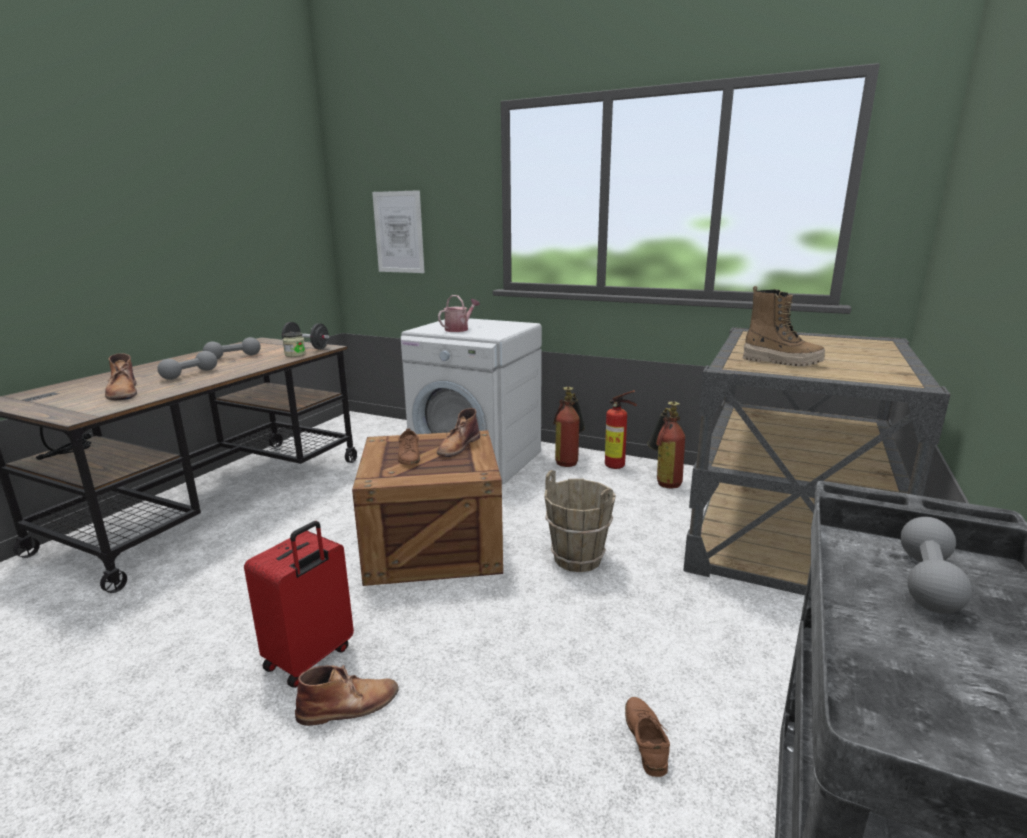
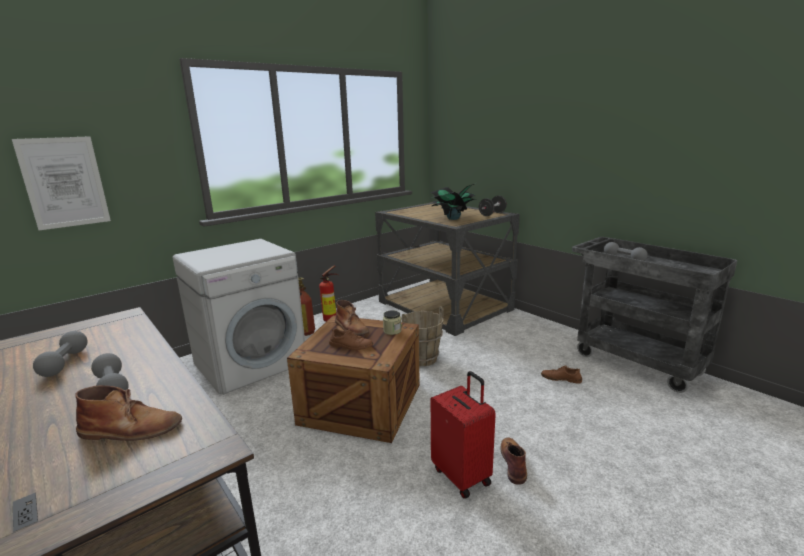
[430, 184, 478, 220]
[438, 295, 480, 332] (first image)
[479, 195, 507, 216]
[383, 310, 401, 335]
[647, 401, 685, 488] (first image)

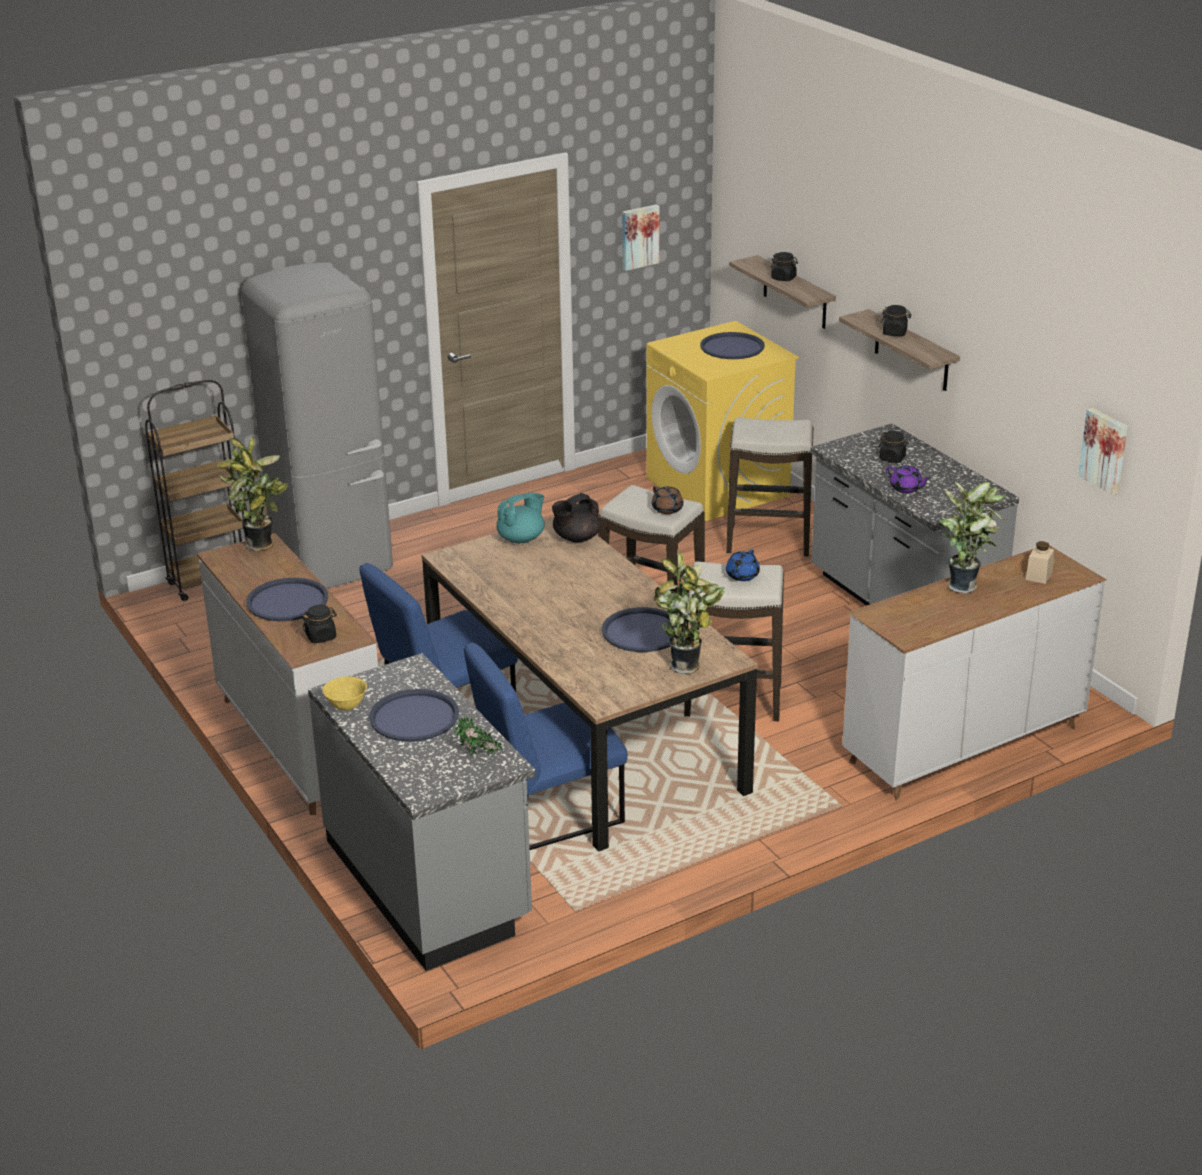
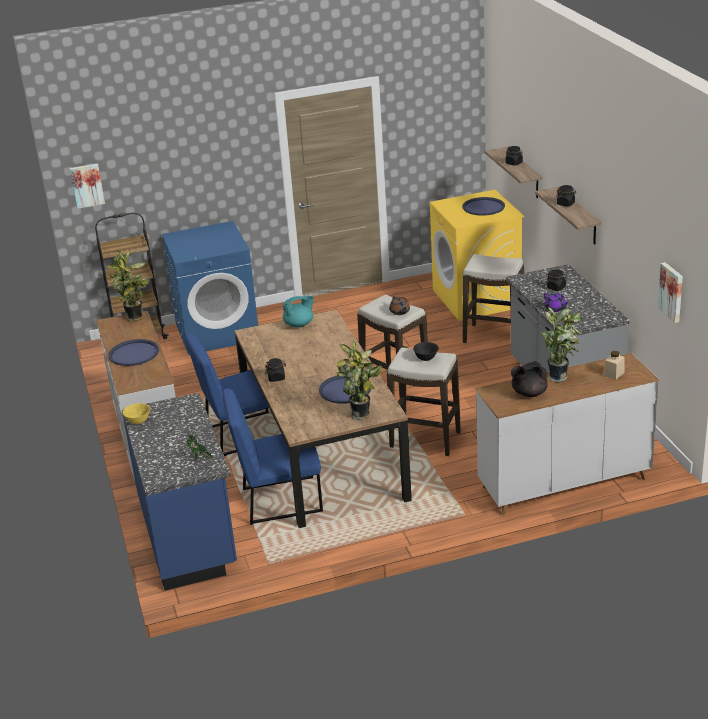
[70, 163, 105, 209]
[162, 221, 258, 355]
[511, 361, 548, 397]
[413, 342, 439, 361]
[265, 358, 286, 382]
[122, 393, 237, 591]
[369, 689, 459, 742] (first image)

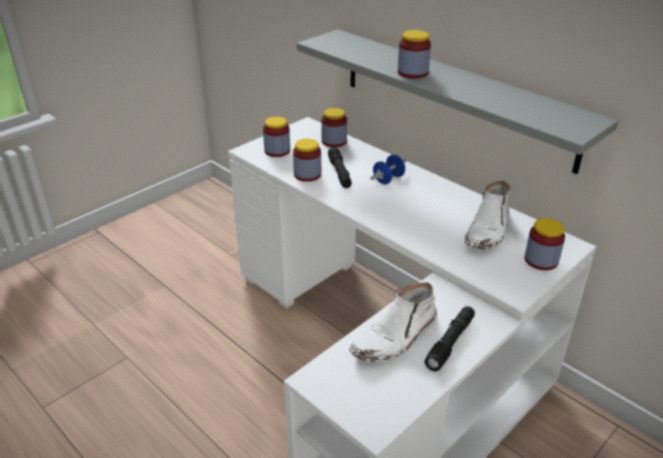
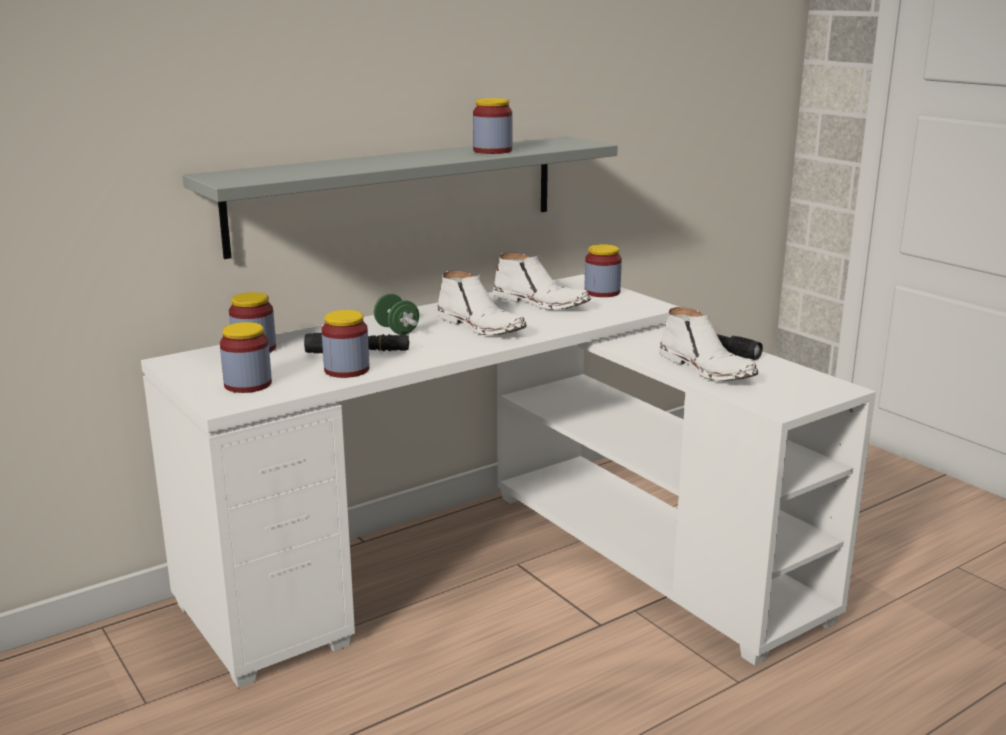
[473, 98, 512, 154]
[374, 294, 419, 335]
[437, 271, 527, 335]

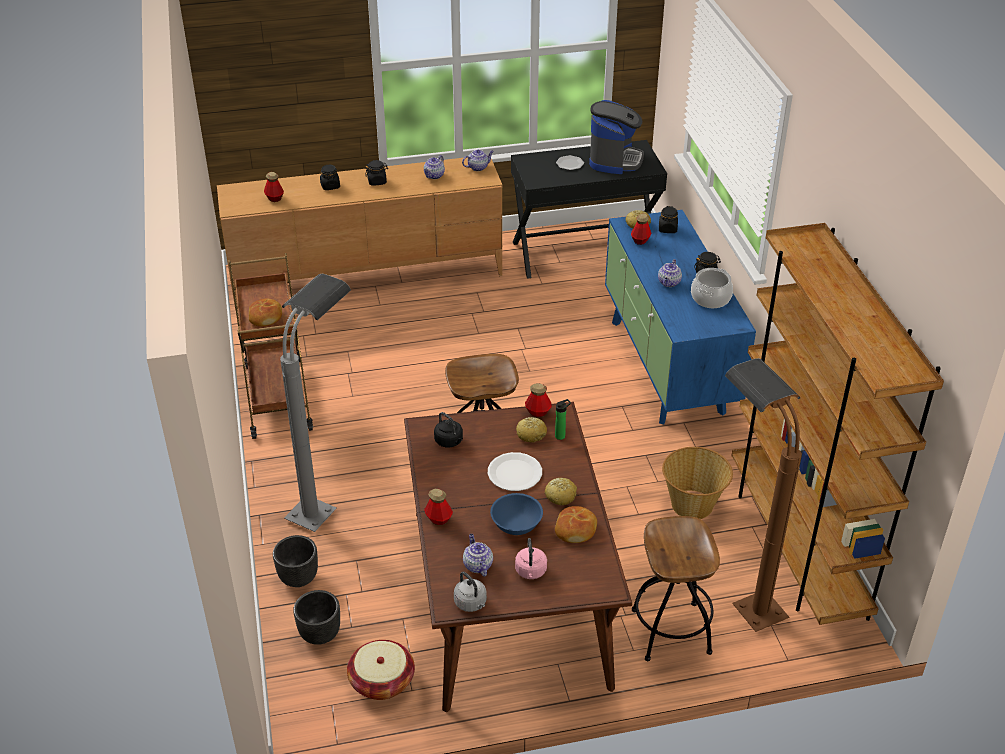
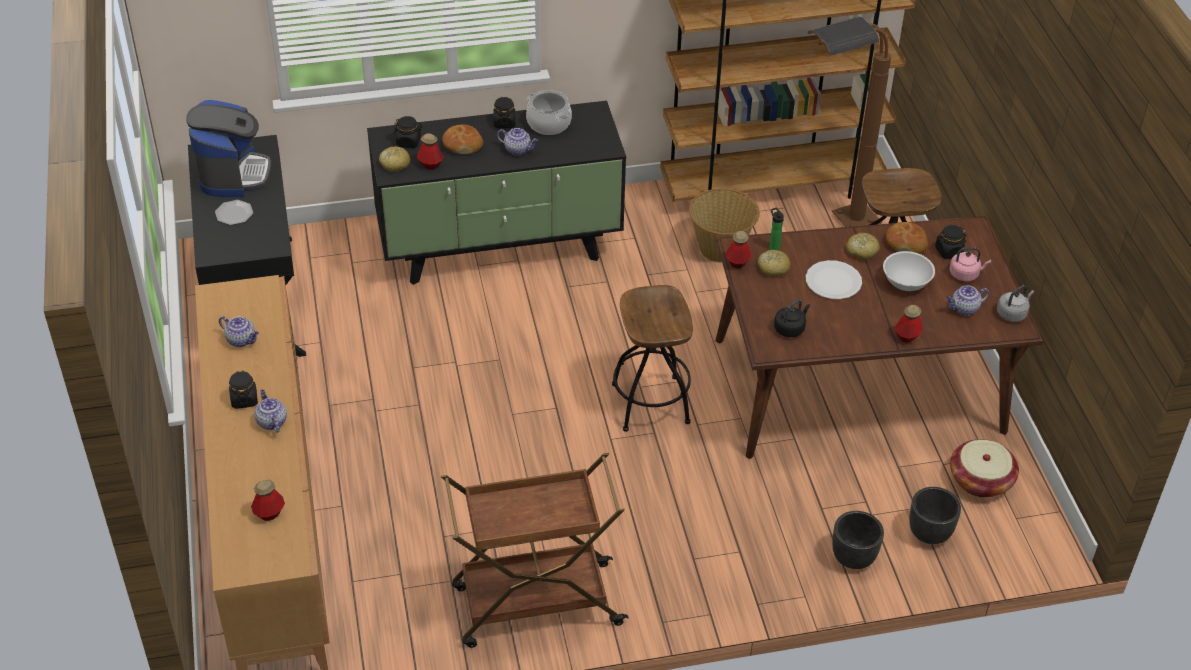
[186, 100, 271, 197]
[255, 390, 287, 433]
[935, 225, 966, 259]
[367, 101, 626, 285]
[280, 274, 351, 532] (first image)
[442, 124, 483, 154]
[883, 251, 935, 291]

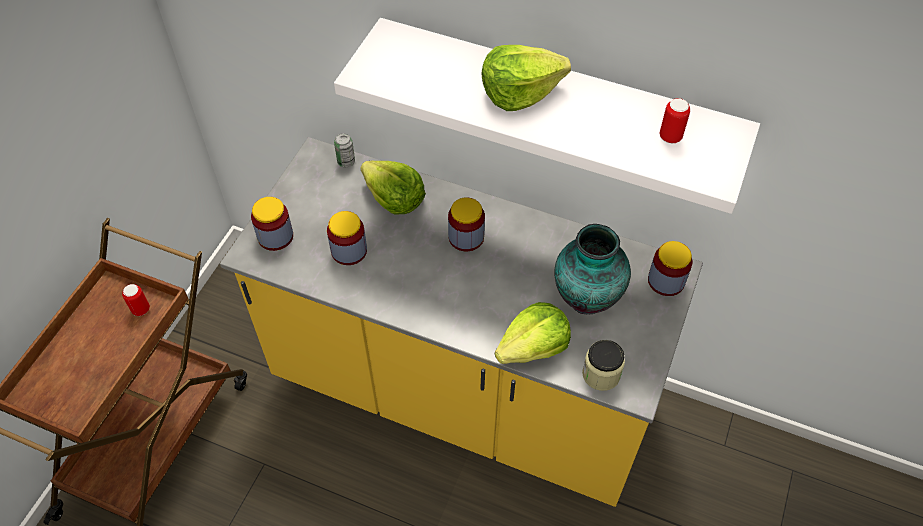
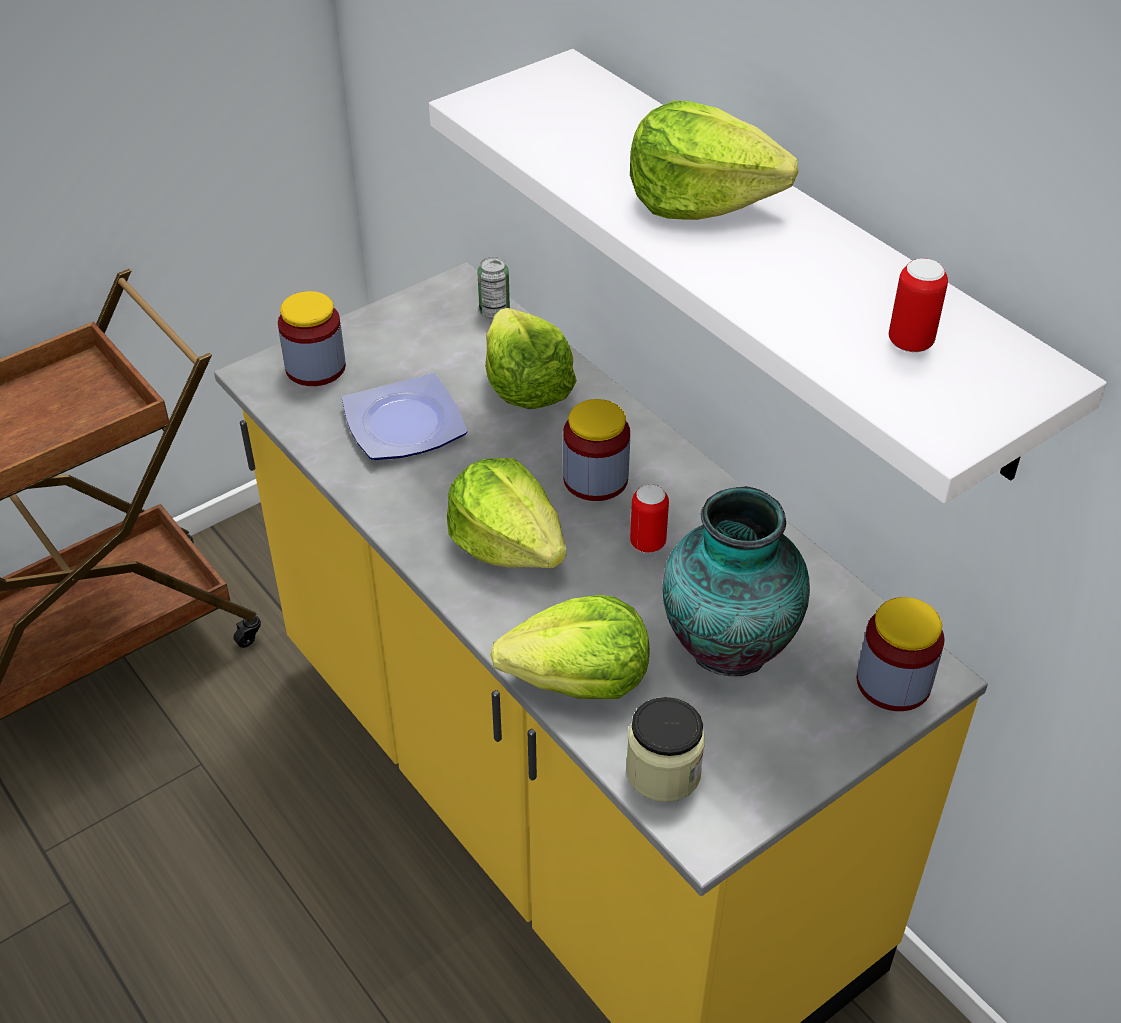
[342, 373, 467, 460]
[630, 484, 669, 553]
[447, 458, 566, 568]

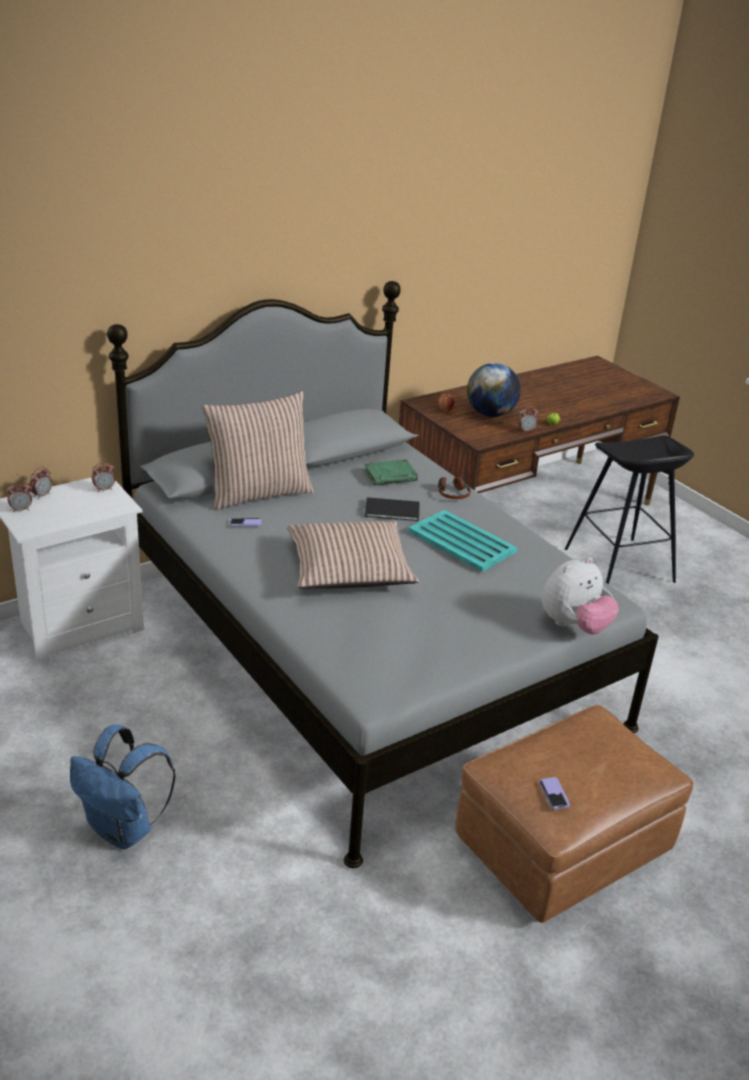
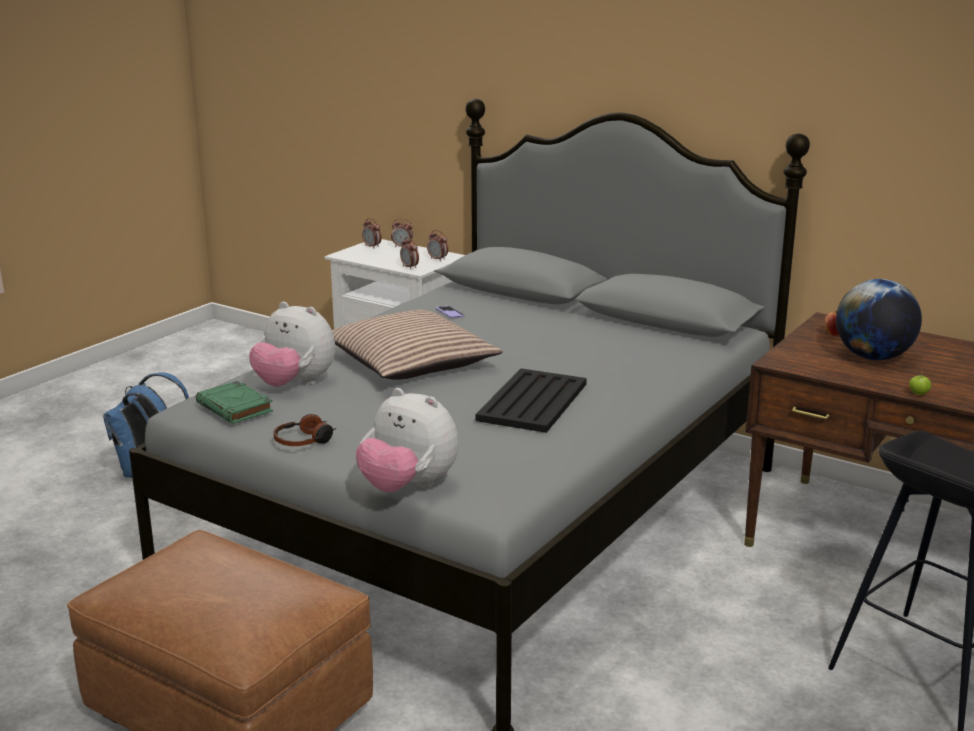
[202, 391, 314, 510] (first image)
[400, 237, 419, 270]
[196, 381, 273, 424]
[273, 414, 336, 446]
[365, 497, 420, 521] (first image)
[475, 368, 587, 433]
[539, 777, 570, 810] (first image)
[249, 301, 335, 387]

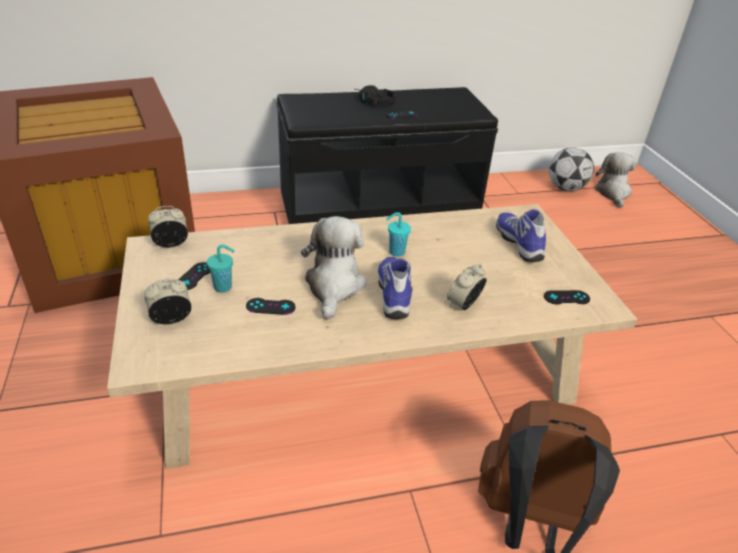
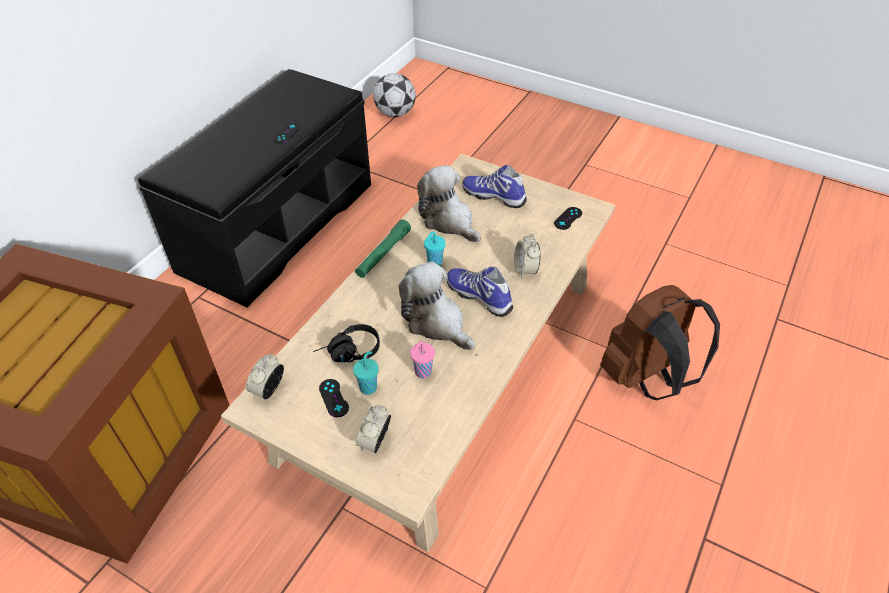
[313, 324, 380, 362]
[417, 165, 481, 242]
[410, 341, 435, 378]
[355, 219, 411, 278]

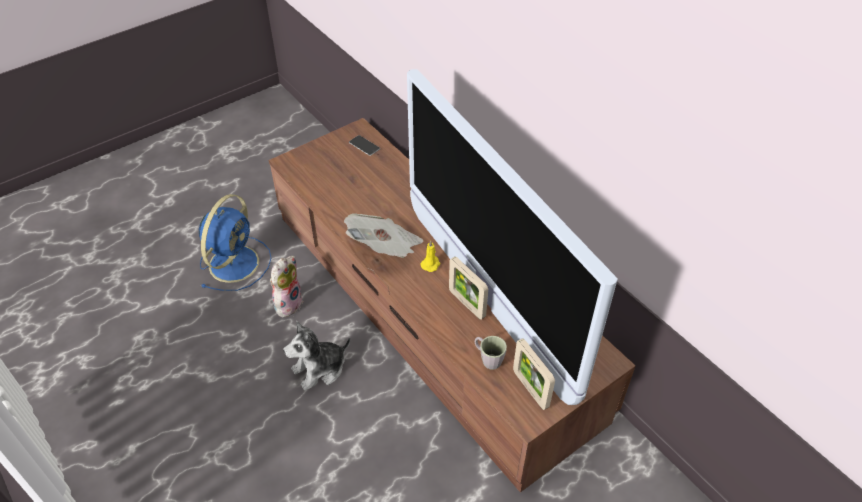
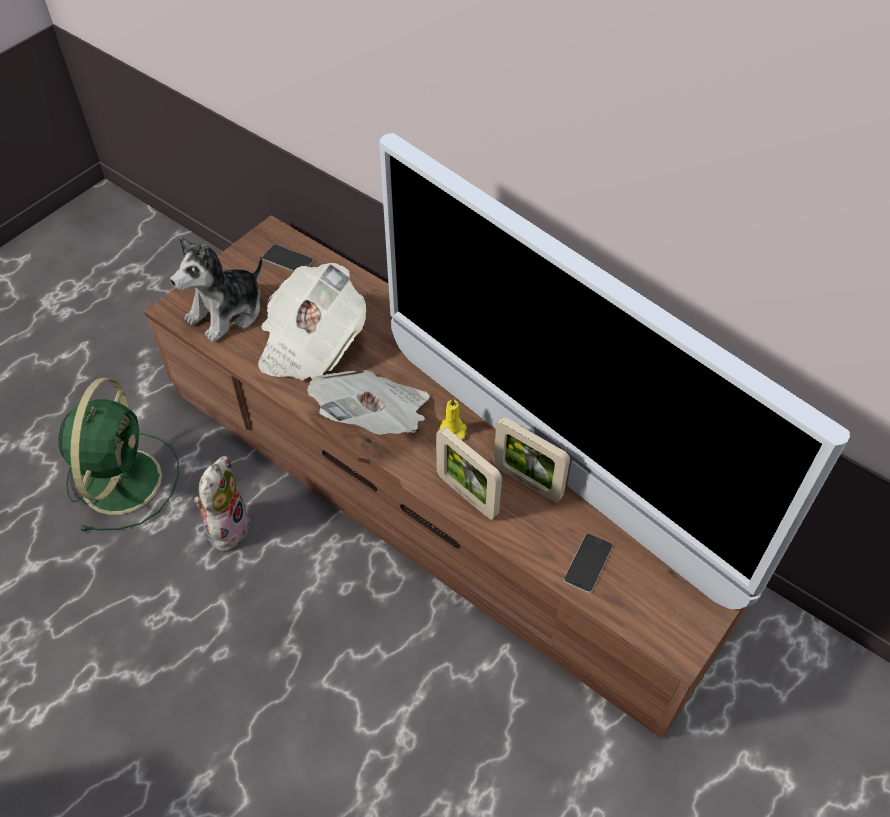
[58, 378, 179, 531]
[170, 237, 263, 342]
[564, 533, 613, 593]
[436, 427, 502, 520]
[258, 263, 366, 380]

